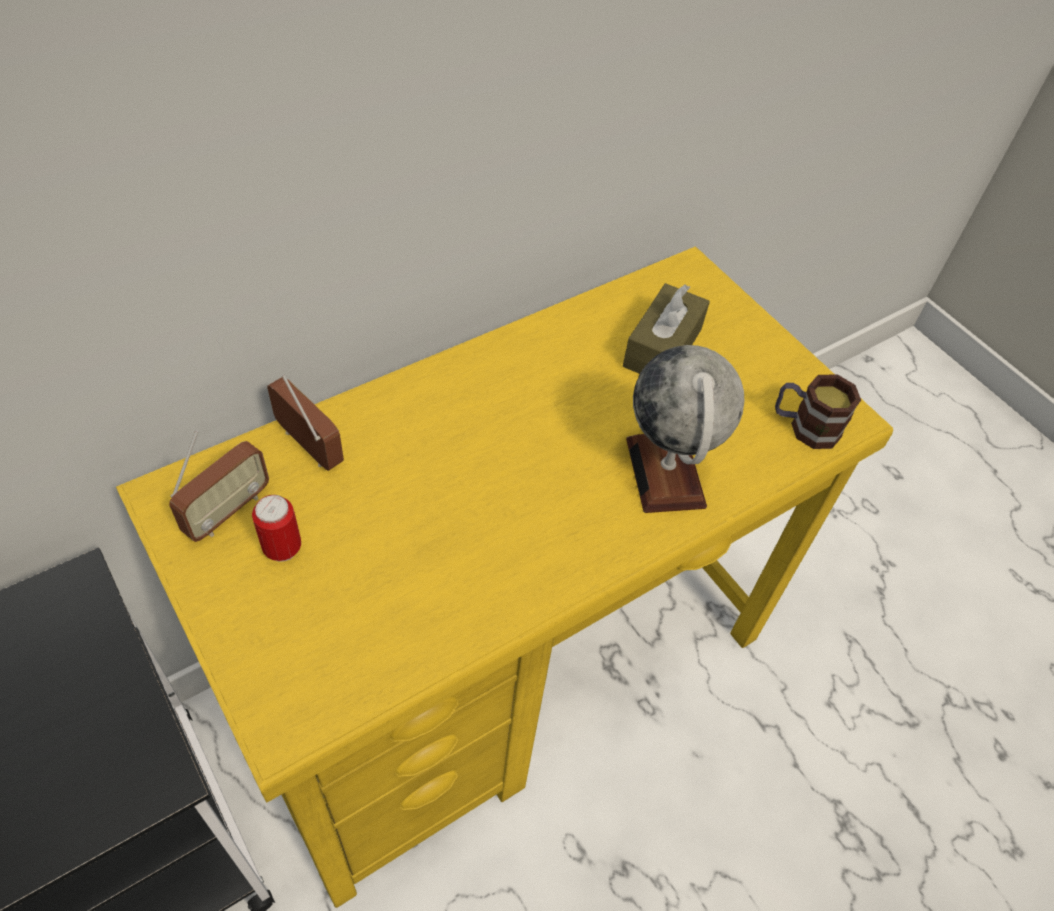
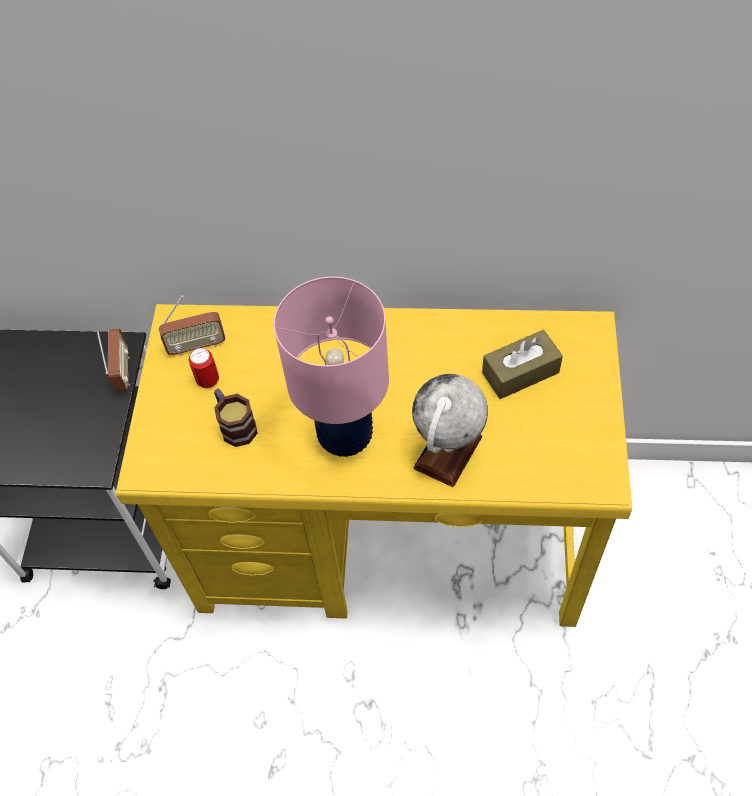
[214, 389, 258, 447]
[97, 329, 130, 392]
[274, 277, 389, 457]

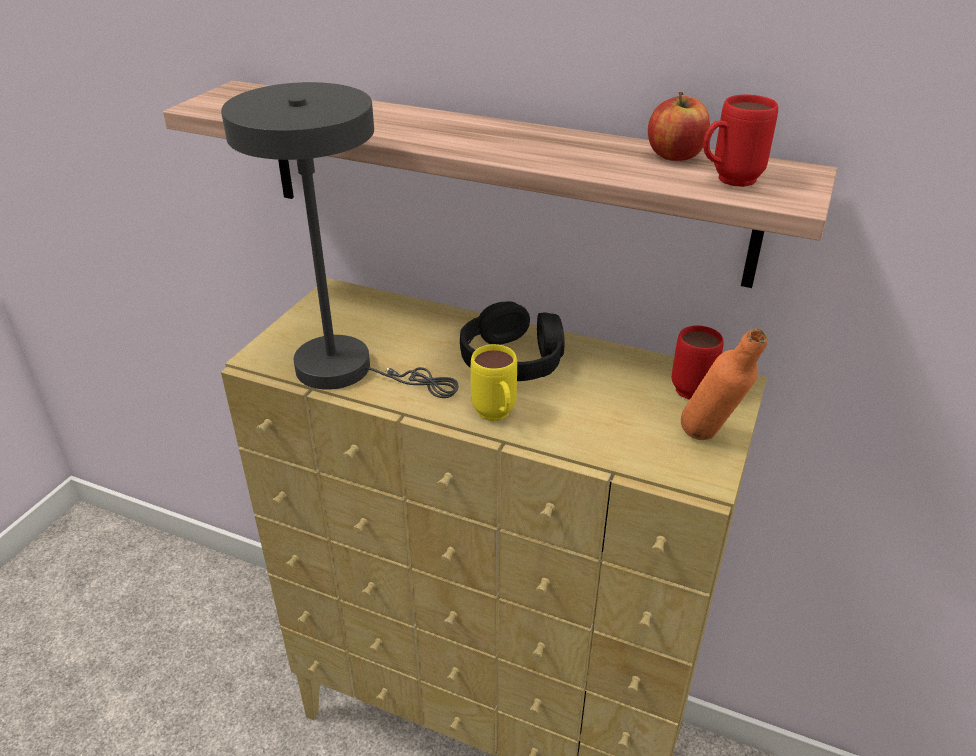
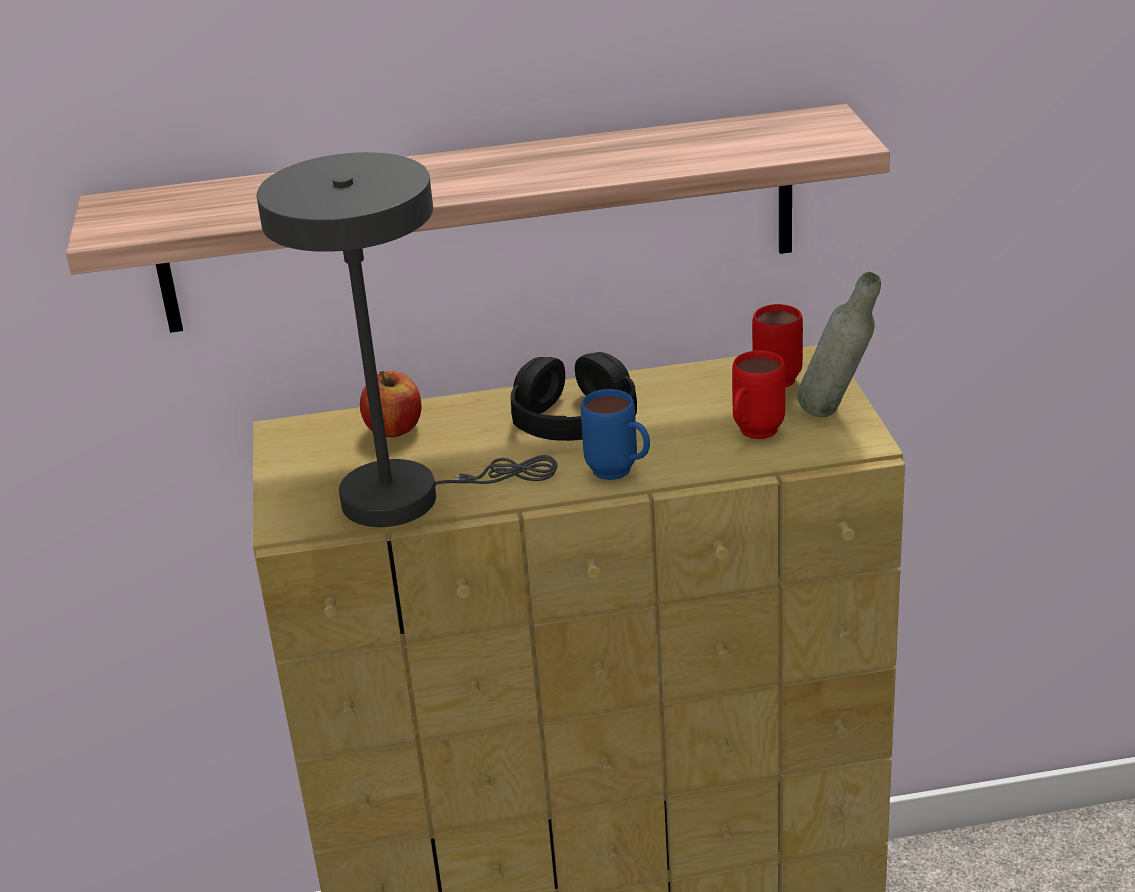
[360, 371, 421, 437]
[732, 351, 785, 439]
[797, 272, 881, 417]
[581, 389, 650, 480]

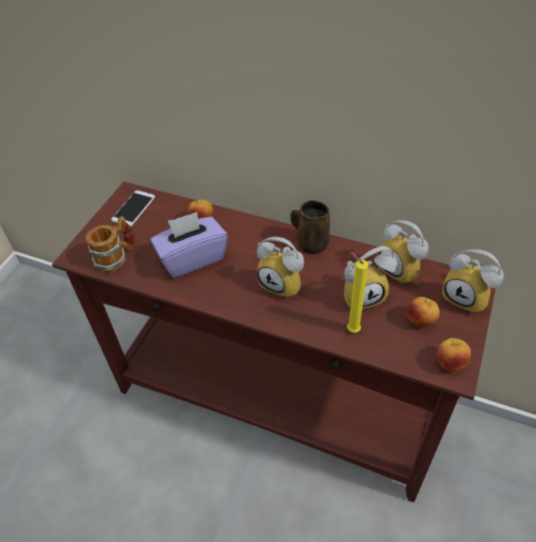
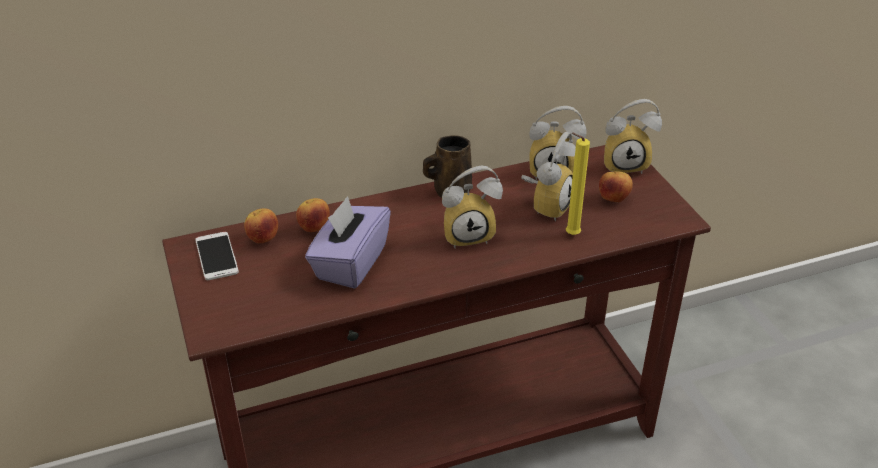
[86, 216, 134, 273] (first image)
[244, 208, 278, 243]

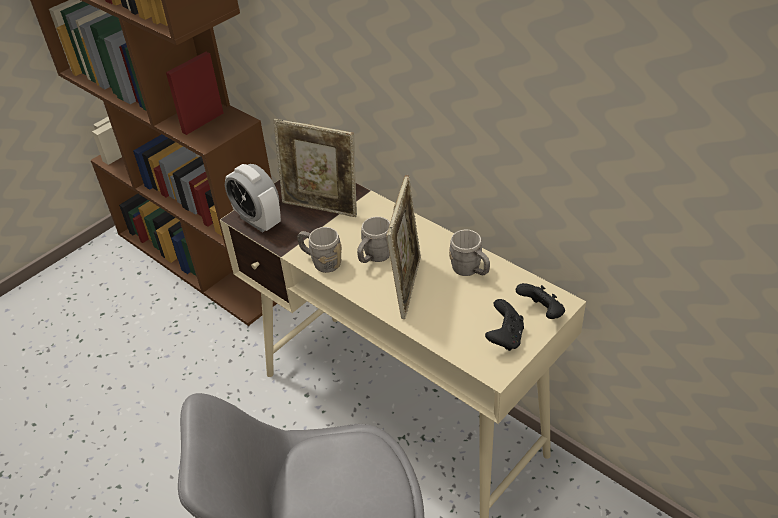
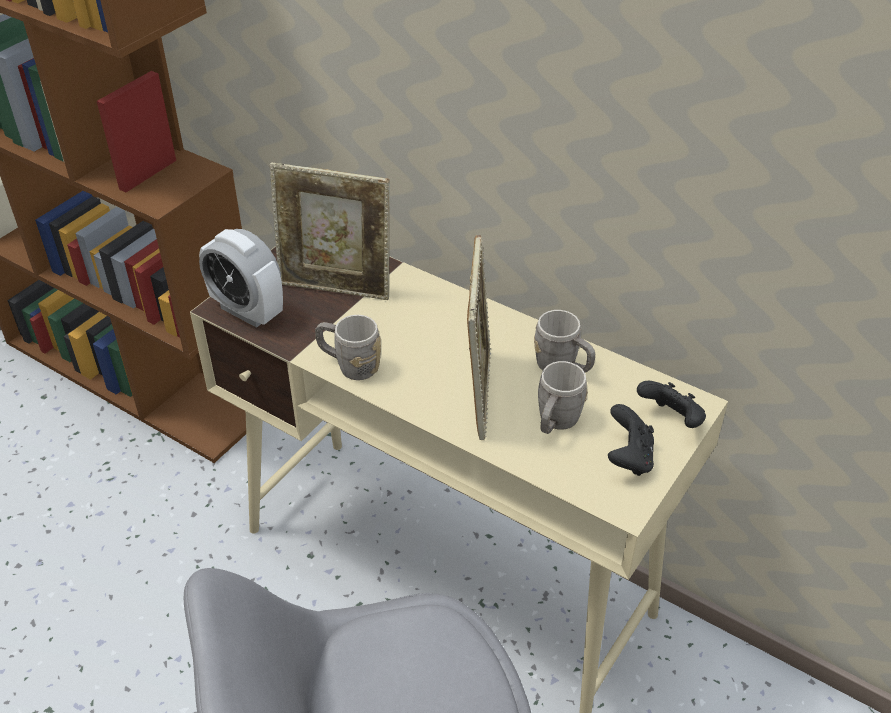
[538, 361, 588, 434]

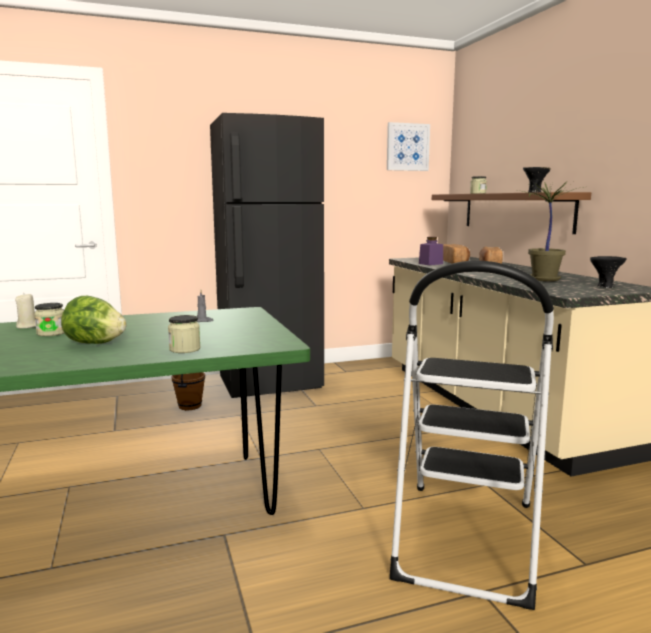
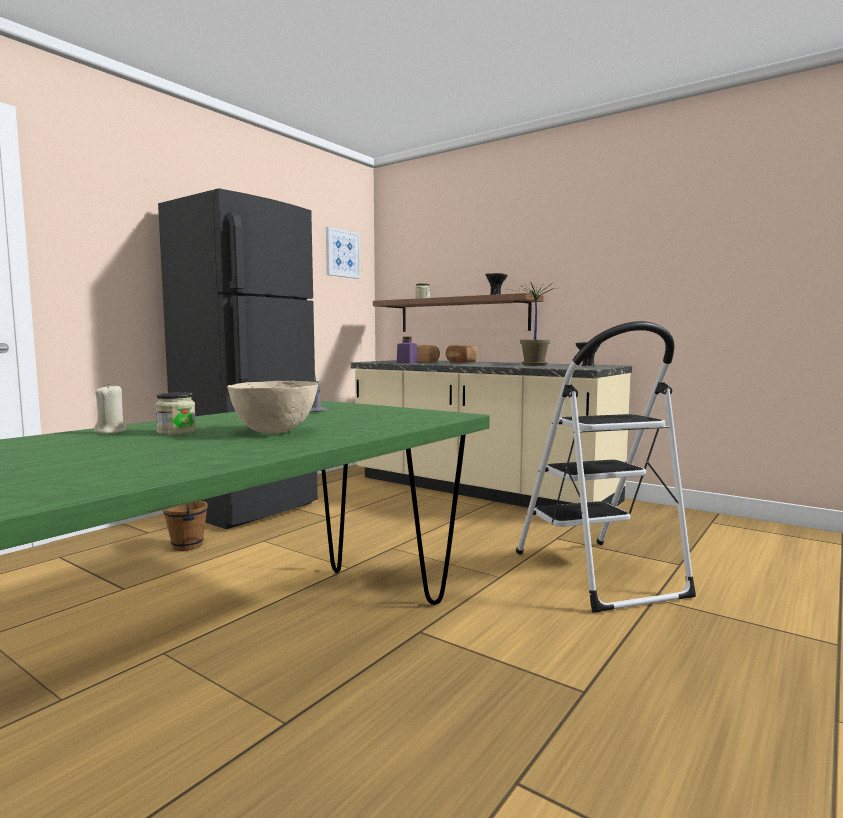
[227, 381, 318, 434]
[168, 315, 201, 353] (first image)

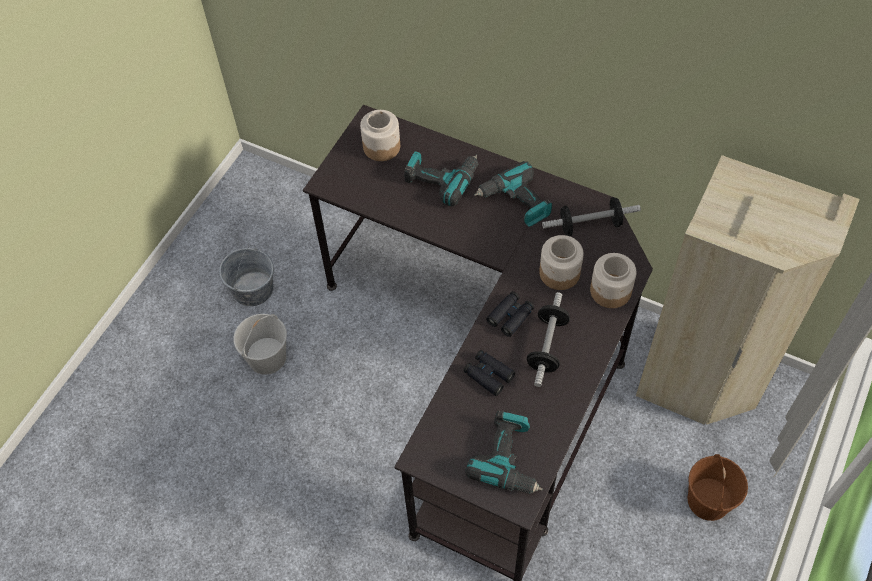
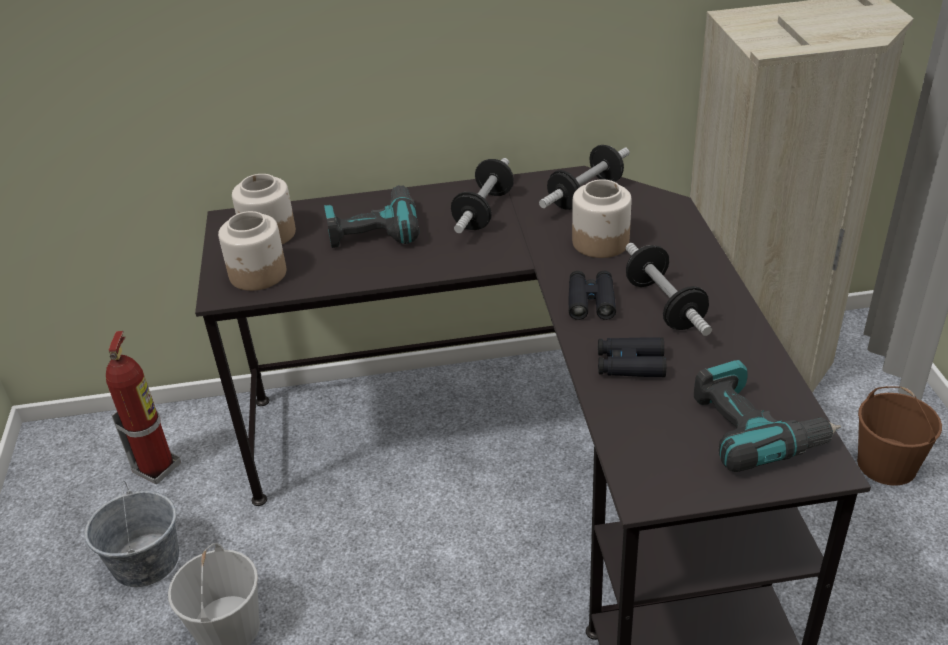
[451, 158, 514, 233]
[218, 211, 286, 291]
[106, 331, 181, 484]

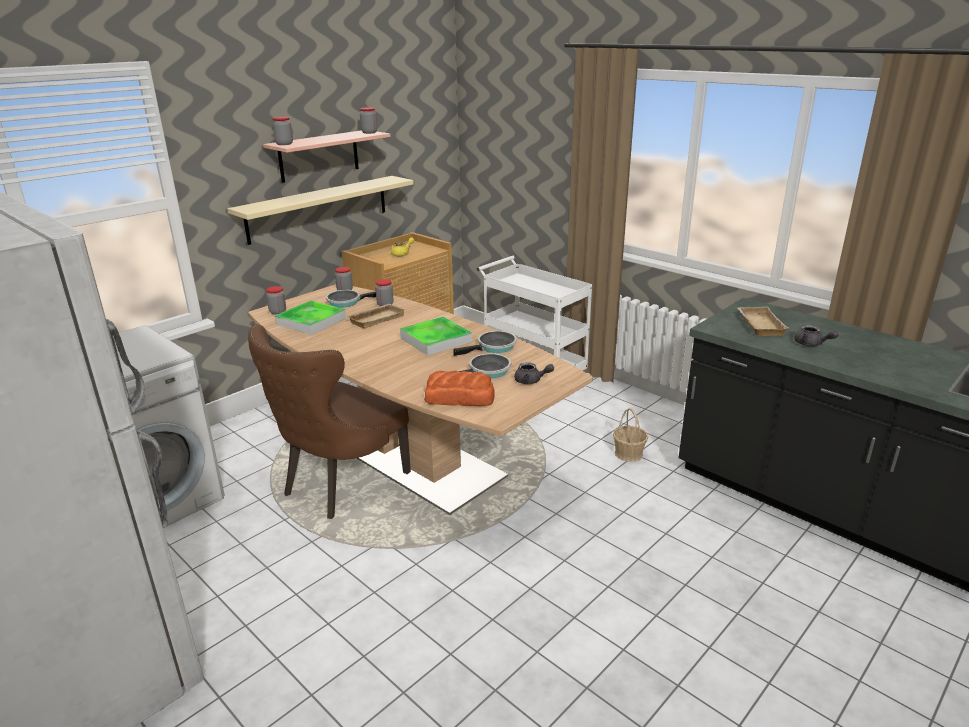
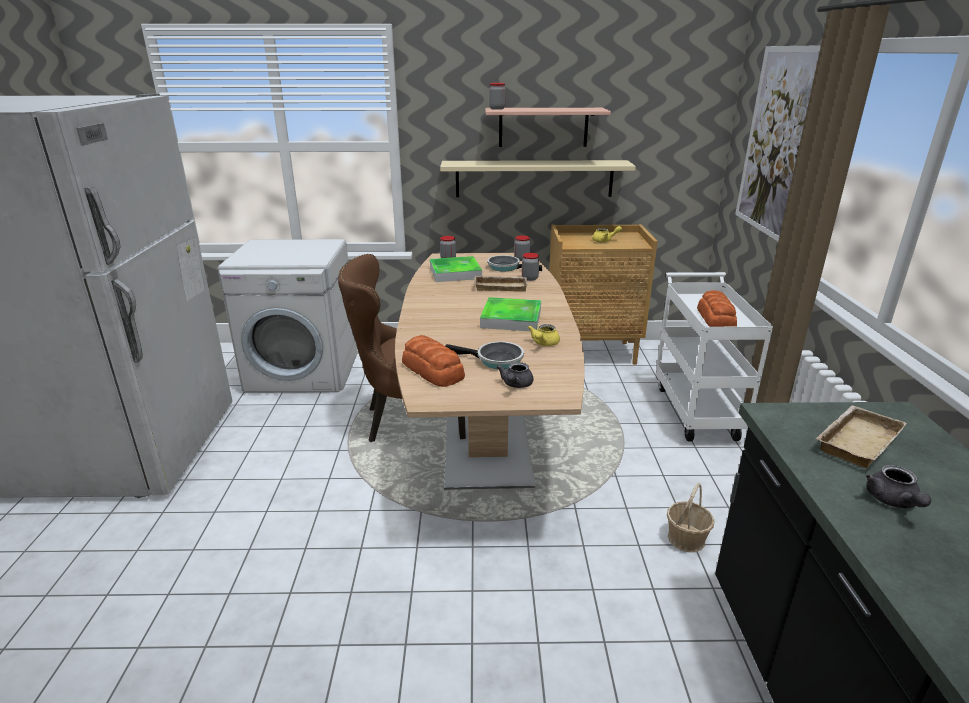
[360, 107, 377, 134] (first image)
[528, 324, 560, 346]
[496, 362, 534, 388]
[735, 45, 821, 241]
[697, 290, 737, 327]

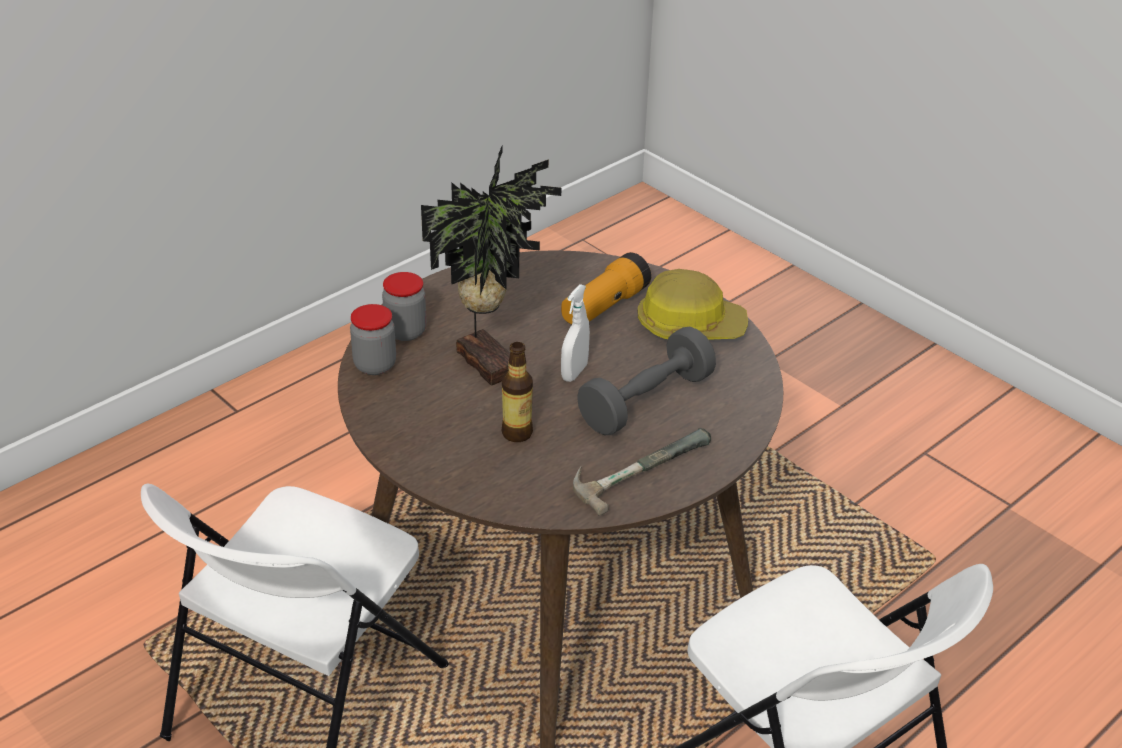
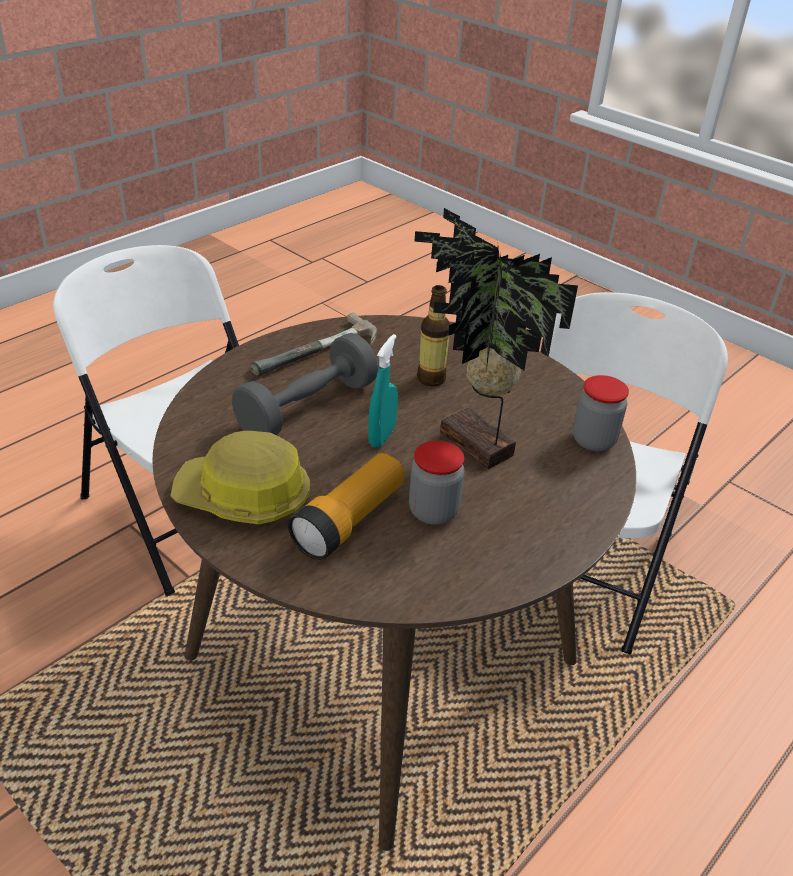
[409, 441, 464, 525]
[368, 334, 398, 448]

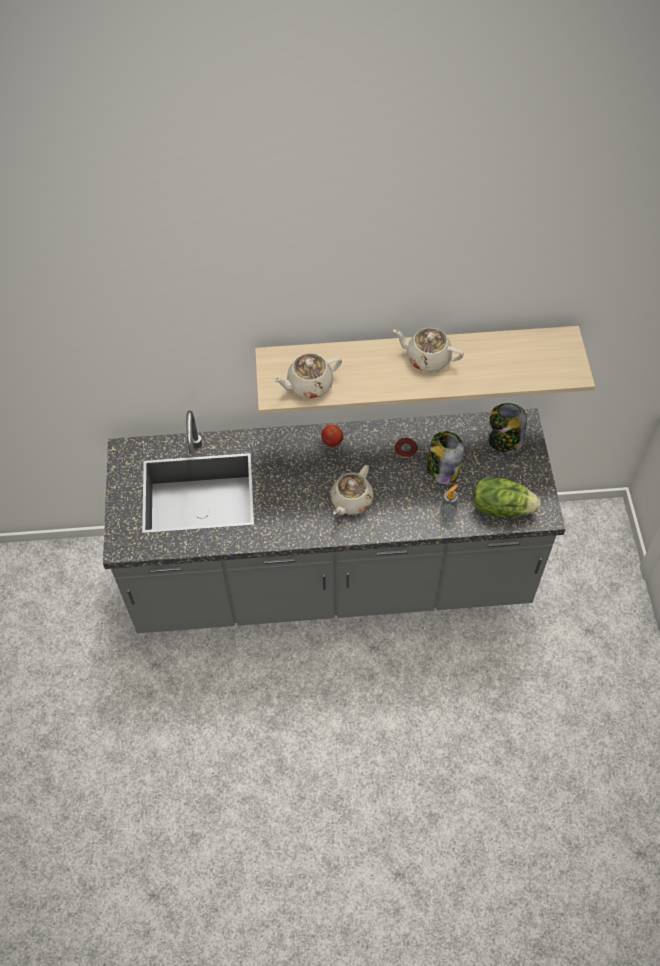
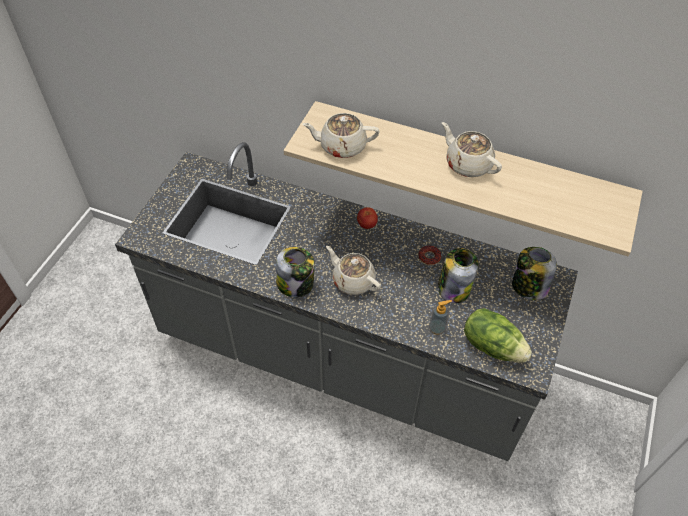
[326, 246, 381, 295]
[276, 247, 315, 297]

